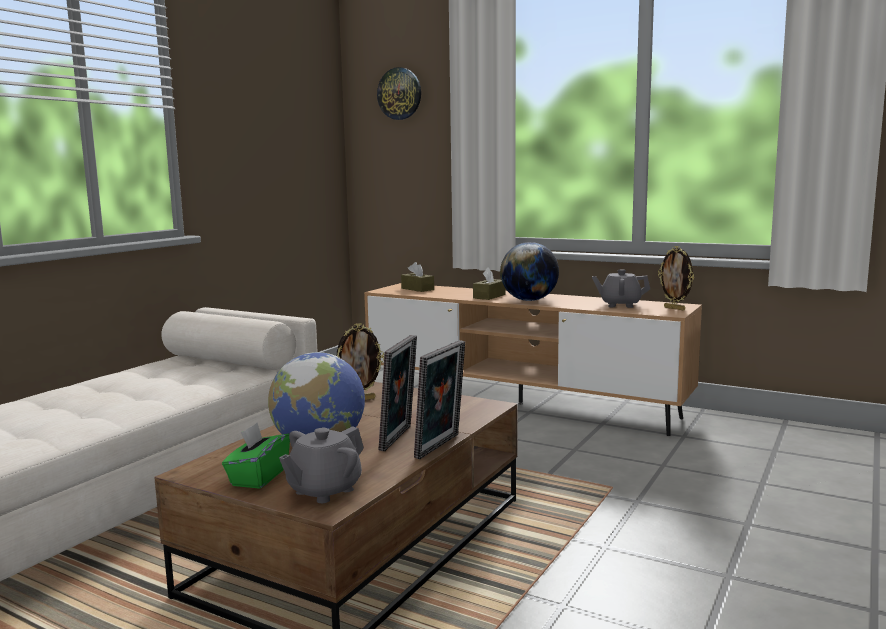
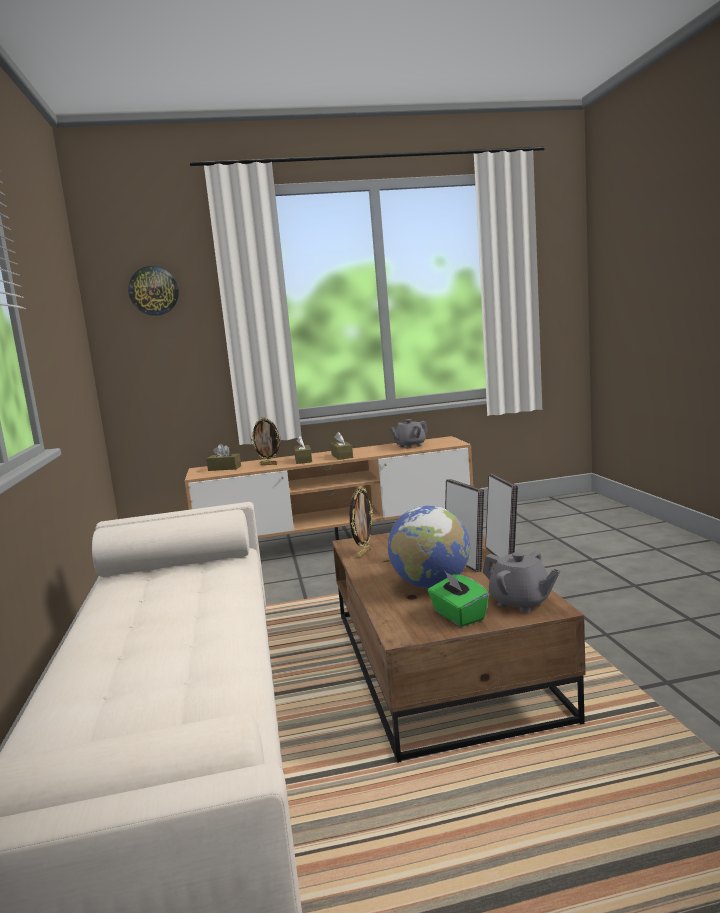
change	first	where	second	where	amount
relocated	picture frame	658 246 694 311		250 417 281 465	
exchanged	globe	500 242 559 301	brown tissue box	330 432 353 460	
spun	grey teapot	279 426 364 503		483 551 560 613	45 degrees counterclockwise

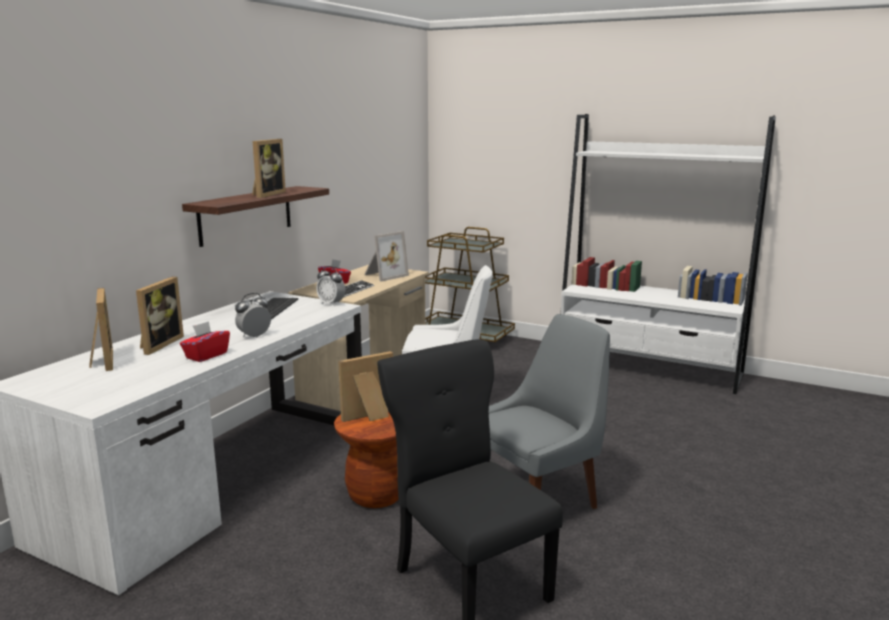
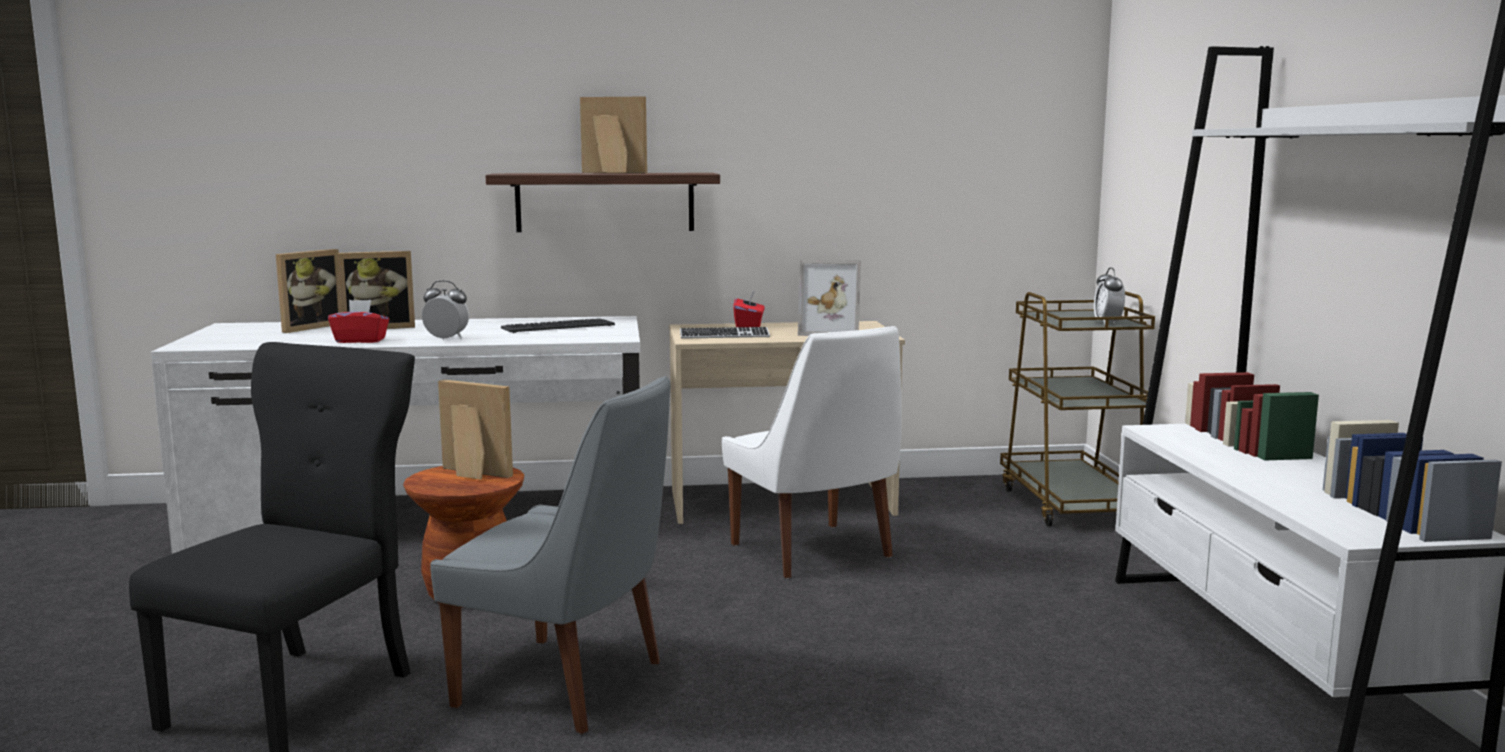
change	first	where	second	where	amount
relocated	alarm clock	316 266 345 306		1094 267 1125 325	
spun	picture frame	252 139 286 198		580 97 647 173	150 degrees counterclockwise

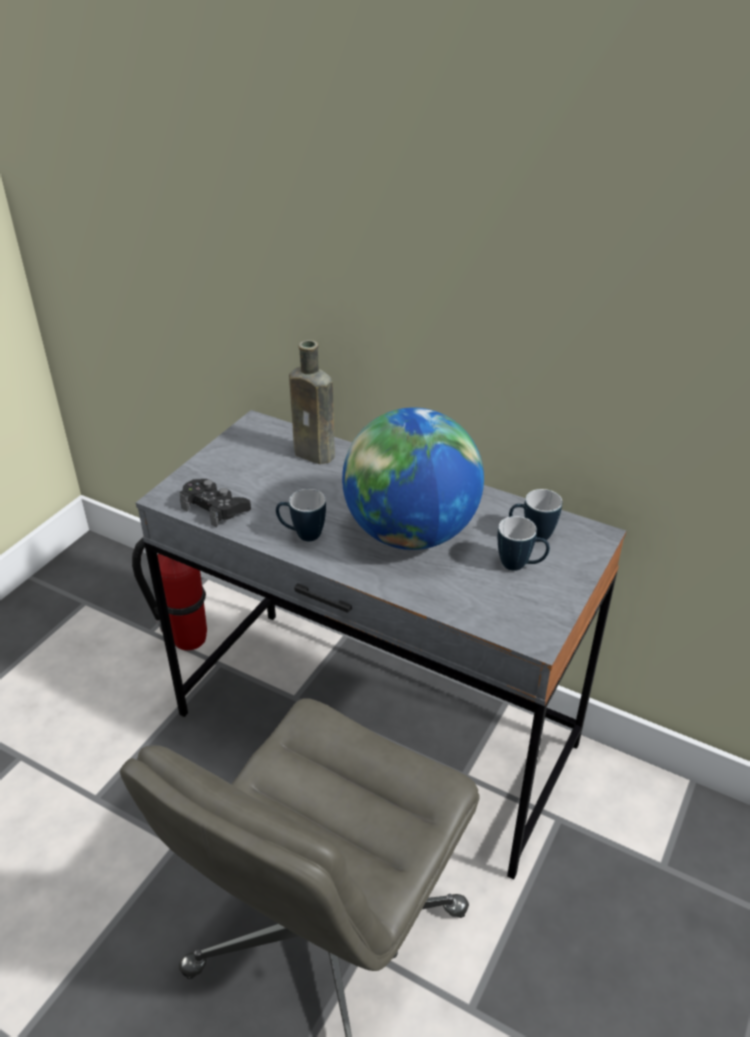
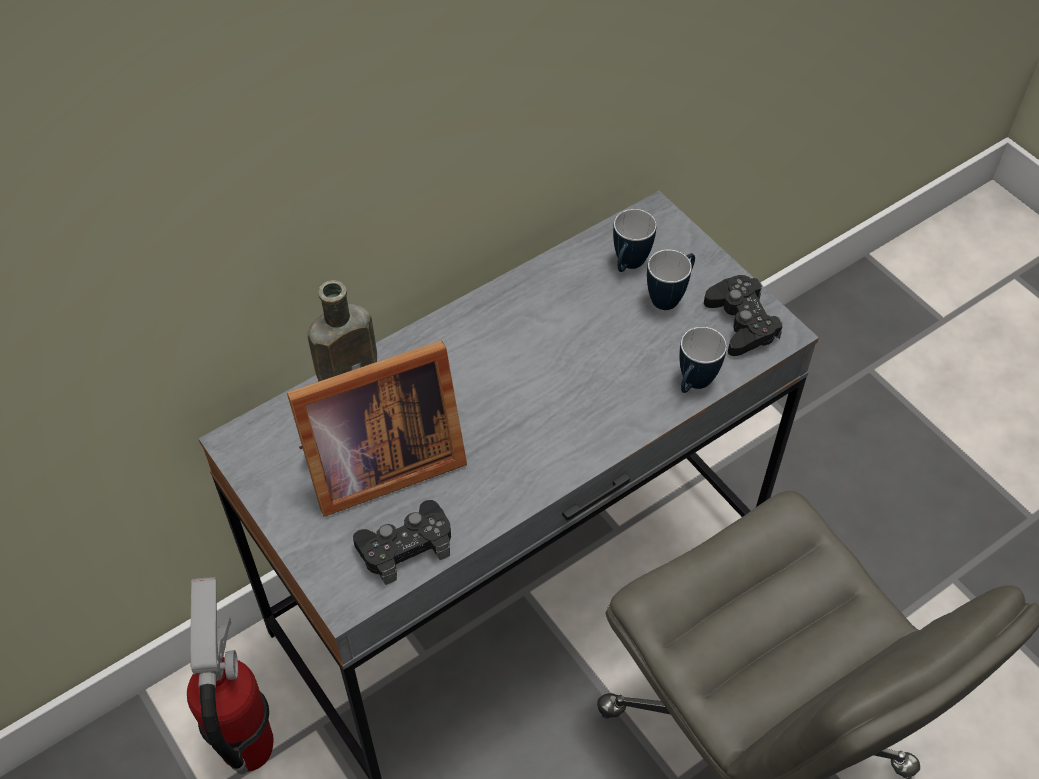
change	first	where	second	where	amount
missing	globe	342 407 484 550			
appeared			picture frame	287 340 467 517	
appeared			black game controller	704 275 783 356	
relocated	mug	276 489 326 541		679 327 727 393	

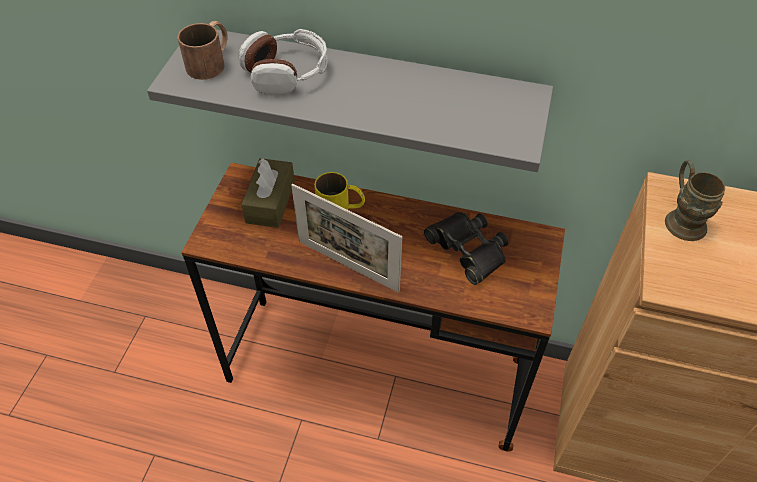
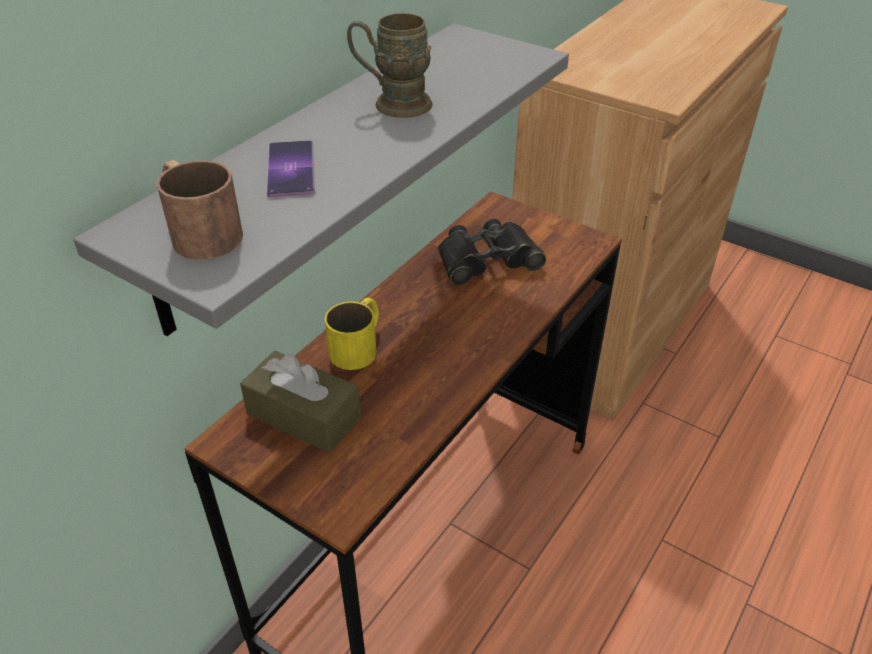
change	first	where	second	where	amount
missing	picture frame	291 184 402 293			
relocated	brown mug	665 160 725 241		347 13 433 118	
exchanged	headphones	239 29 328 95	phone	267 140 315 198	

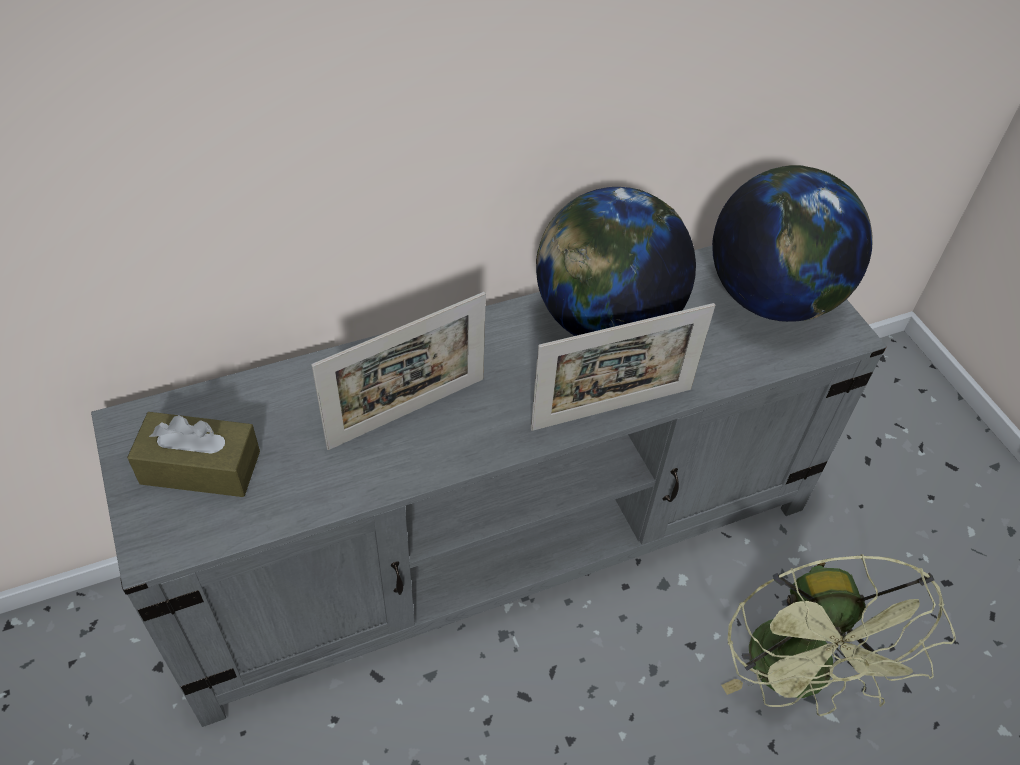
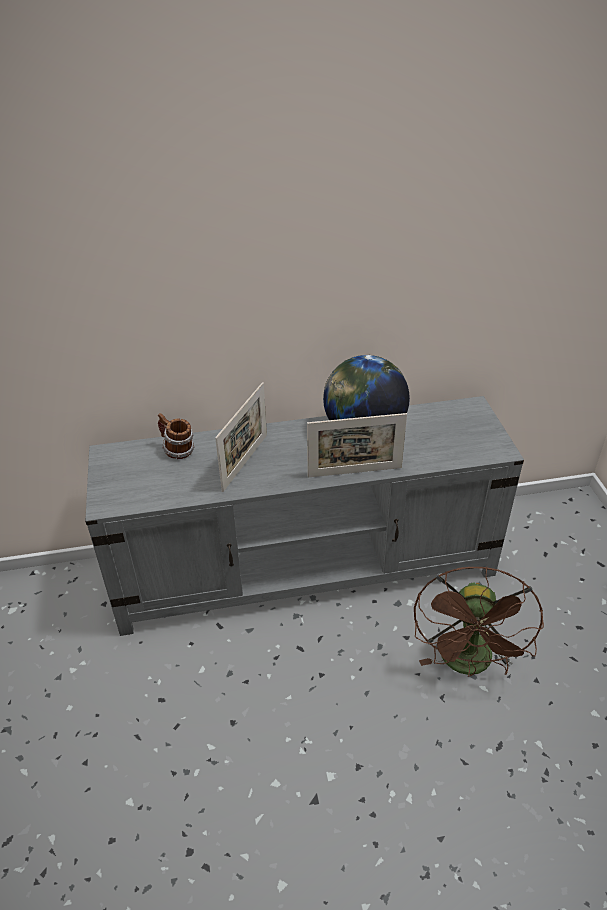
change	first	where	second	where	amount
missing	brown tissue box	127 412 260 497			
missing	globe	712 165 873 322			
appeared			mug	158 413 195 459	
colour	green fan	721 554 956 716	brown fan	414 567 544 677	
spun	picture frame	312 292 486 450		215 382 267 492	45 degrees counterclockwise

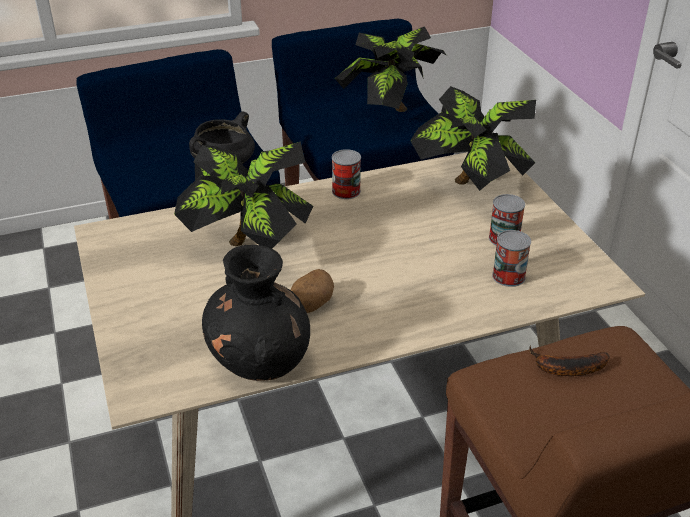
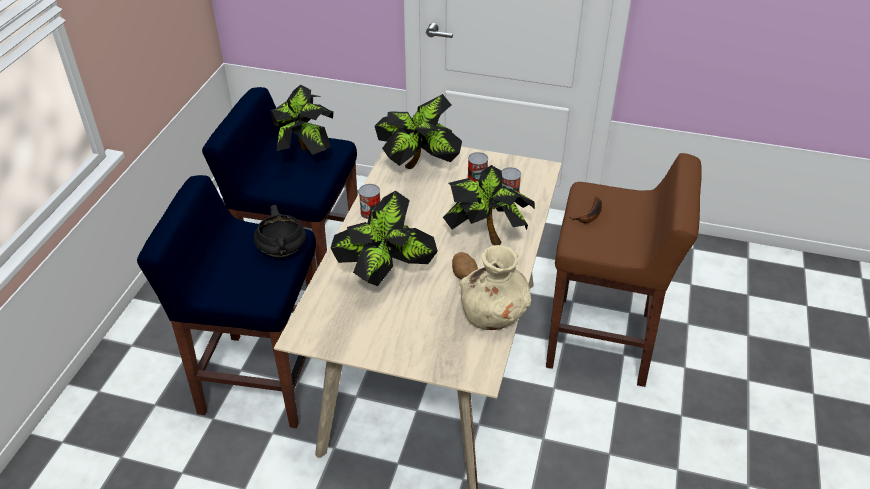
change	first	where	second	where	amount
appeared			potted plant	443 165 535 245	
colour	black vase	202 245 310 381	beige vase	459 245 531 330	

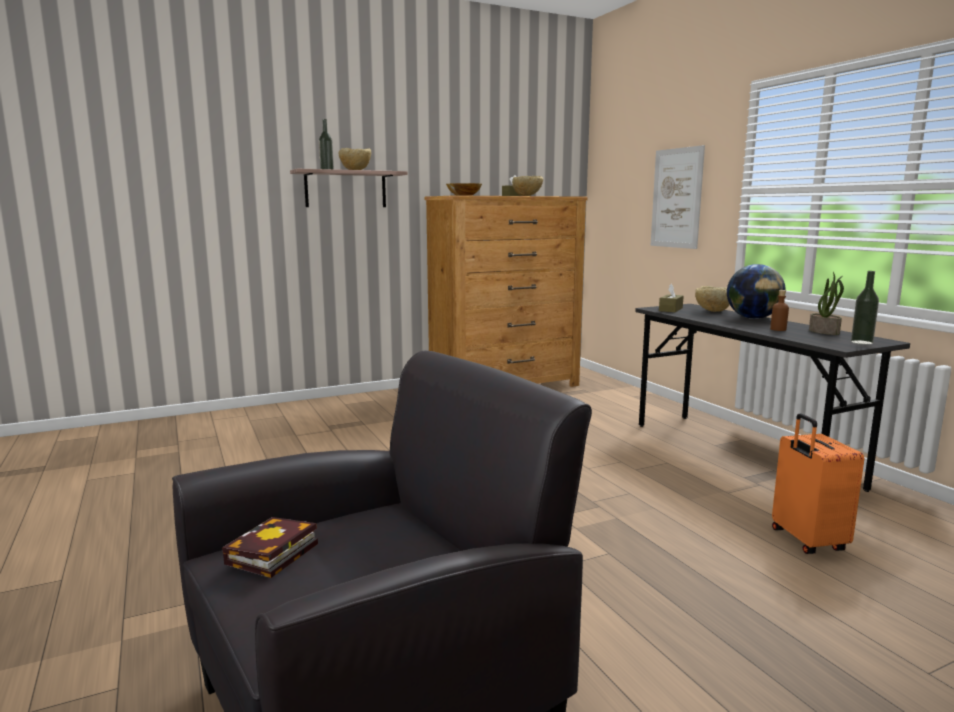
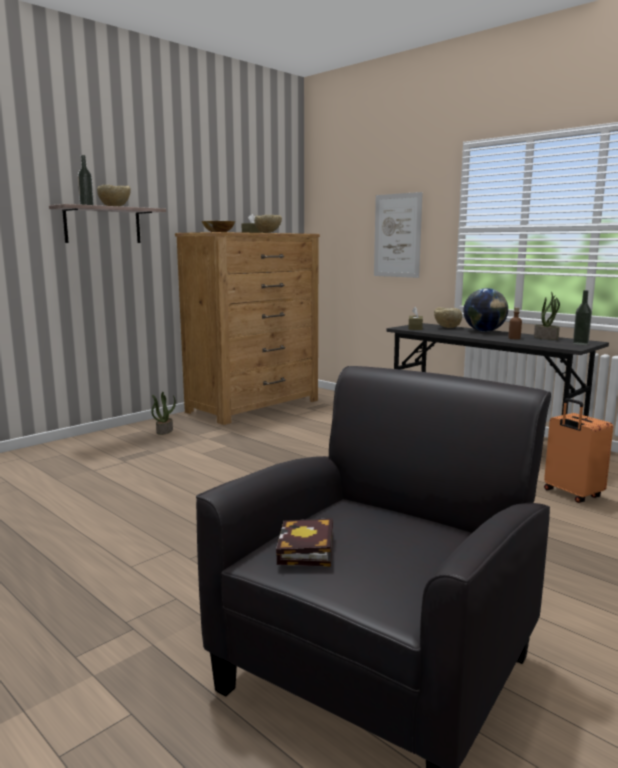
change	first	where	second	where	amount
appeared			potted plant	151 392 176 435	

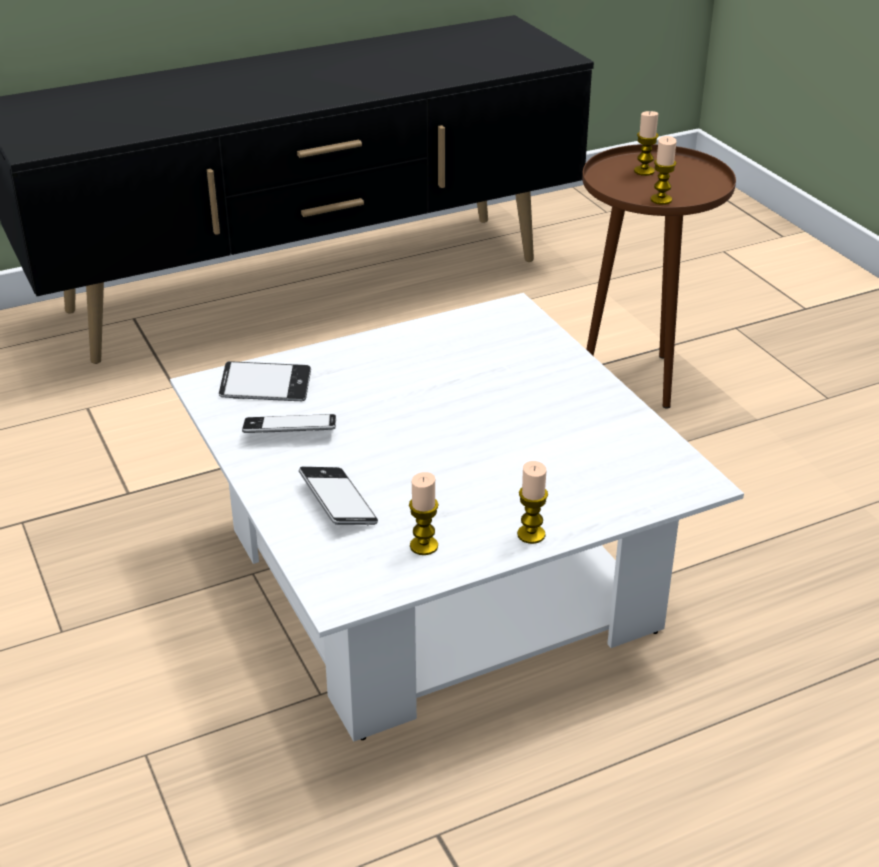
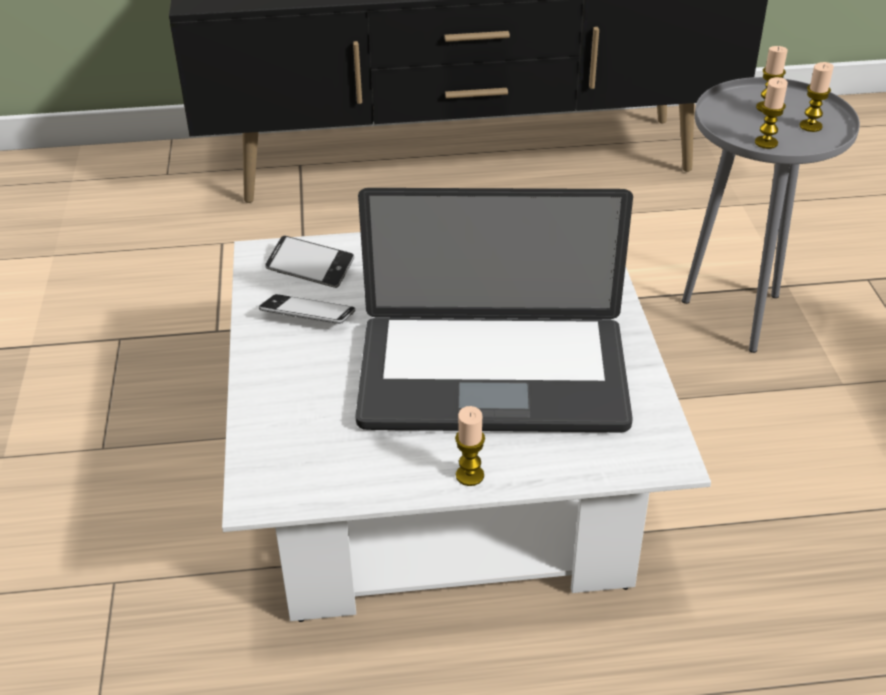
change	first	where	second	where	amount
missing	phone	299 467 378 525			
appeared			laptop	355 188 633 432	
relocated	candle	409 472 439 555		800 62 834 132	
colour	brown side table	582 144 736 409	grey side table	682 77 860 353	

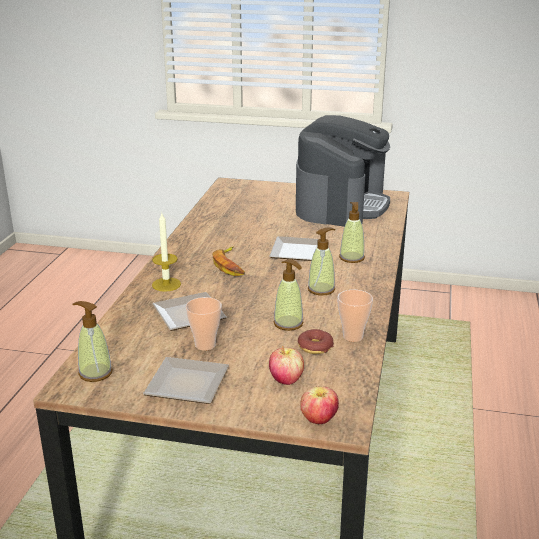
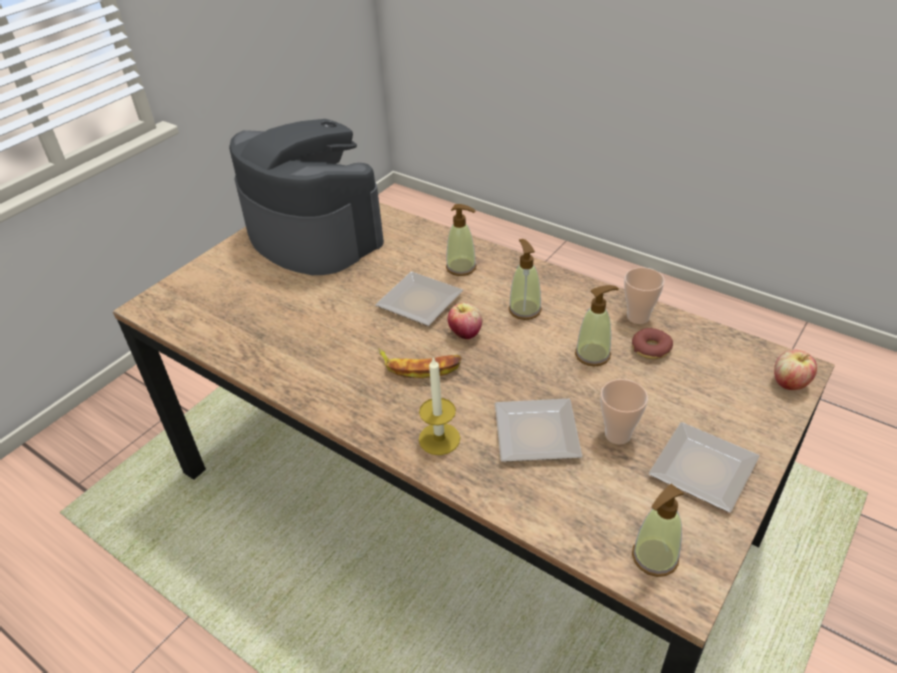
change	first	where	second	where	amount
relocated	apple	269 346 304 385		448 303 482 340	

